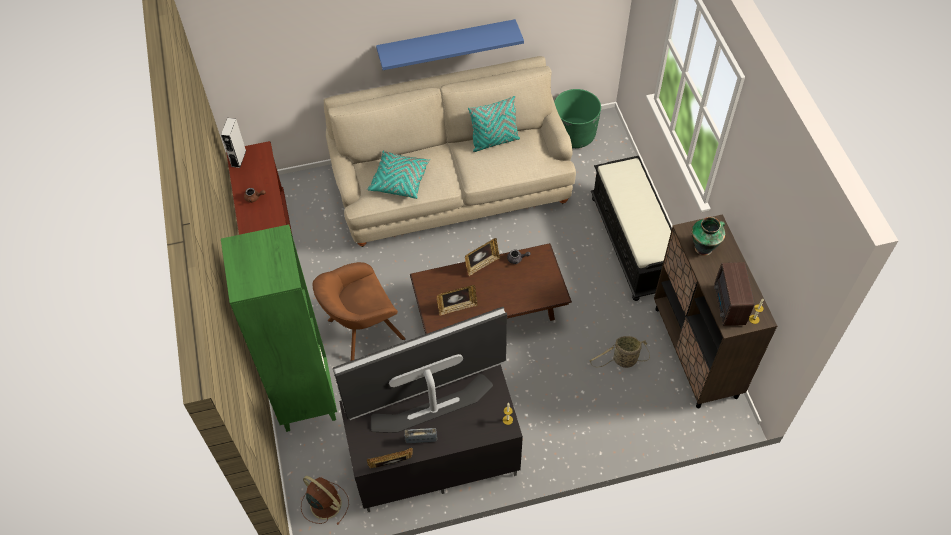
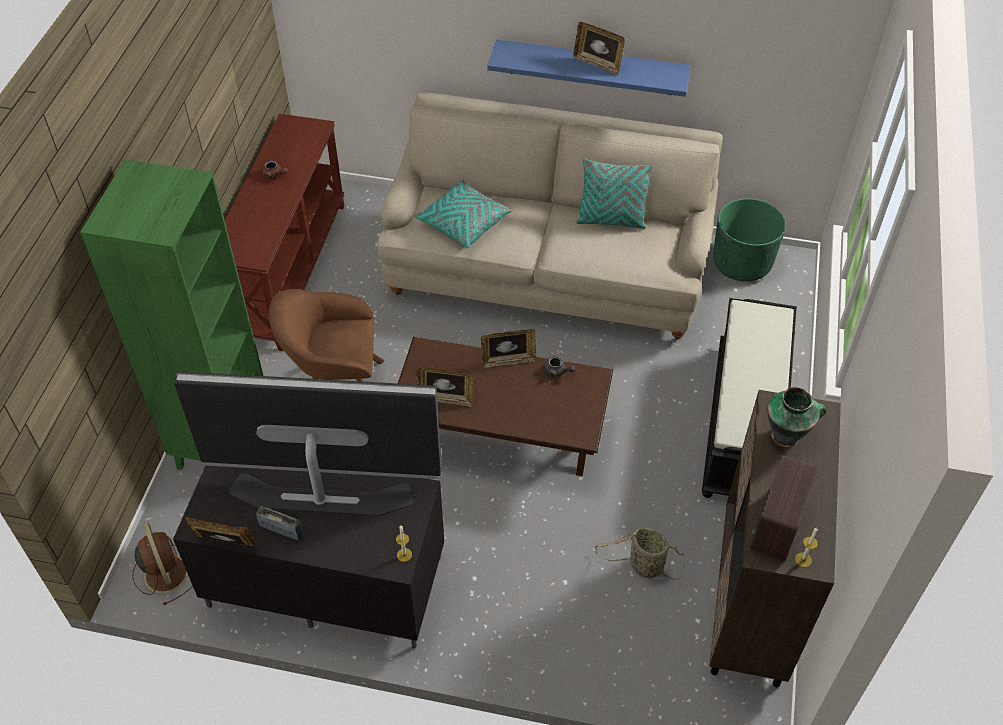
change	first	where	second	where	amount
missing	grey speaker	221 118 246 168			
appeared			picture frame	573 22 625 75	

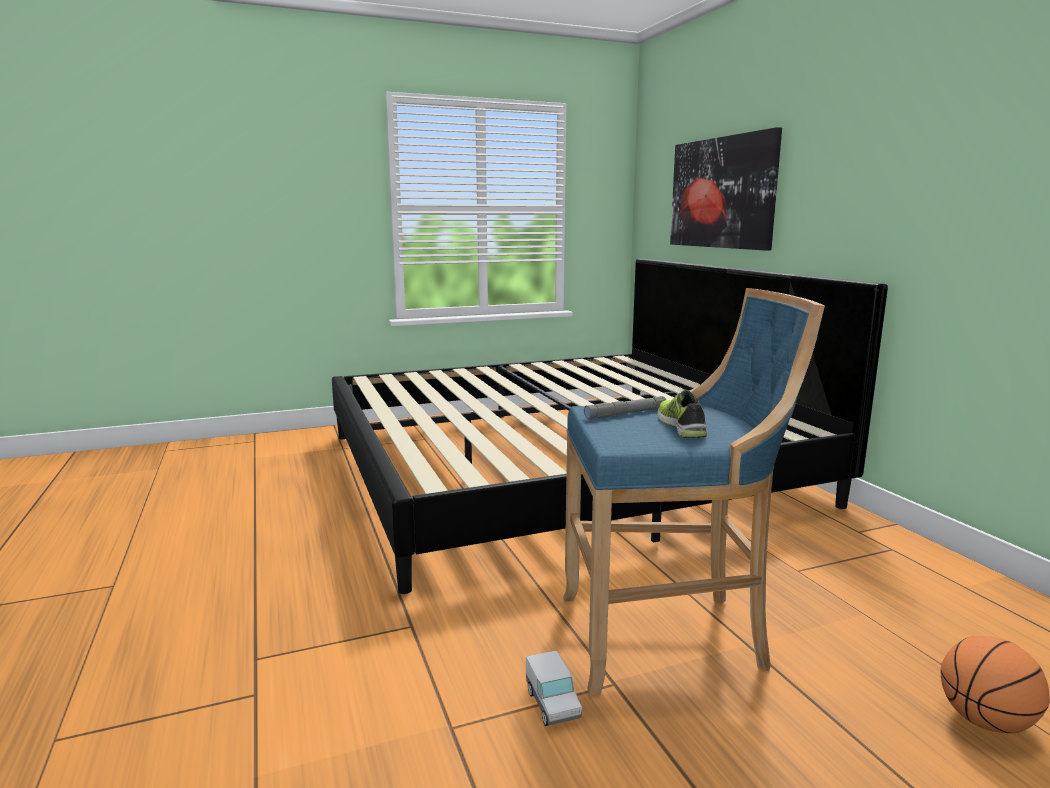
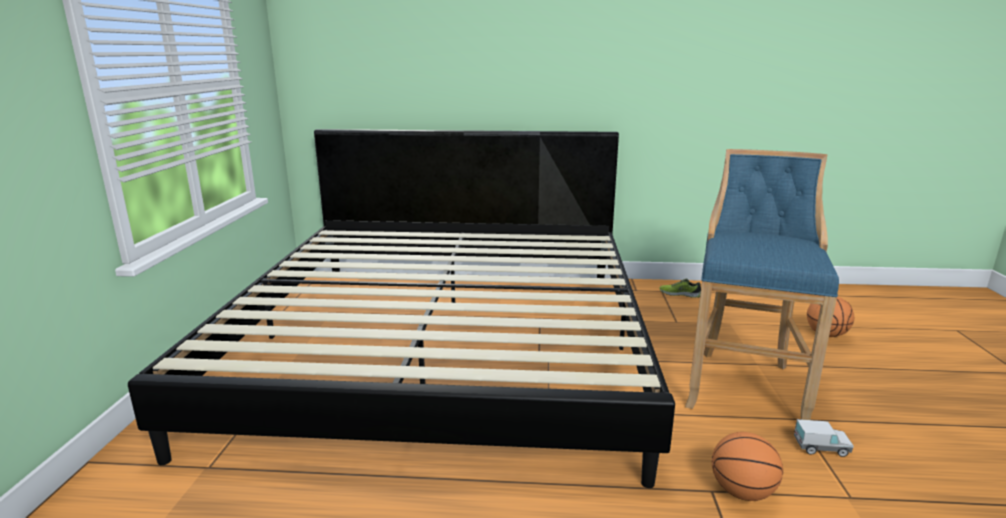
change	first	where	second	where	amount
missing	grey flashlight	584 396 666 419			
missing	picture	670 127 782 251			
appeared			basketball	712 432 783 501	
relocated	shoe	657 390 707 438		660 278 701 298	

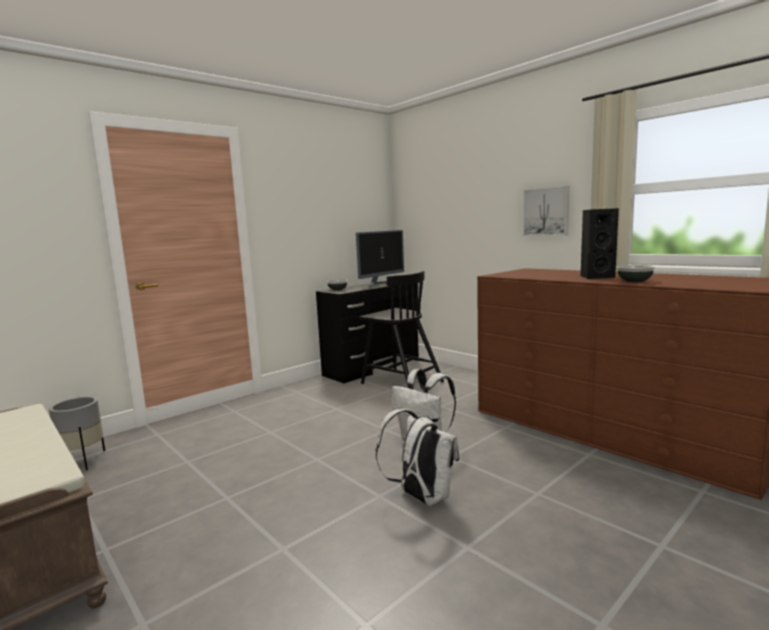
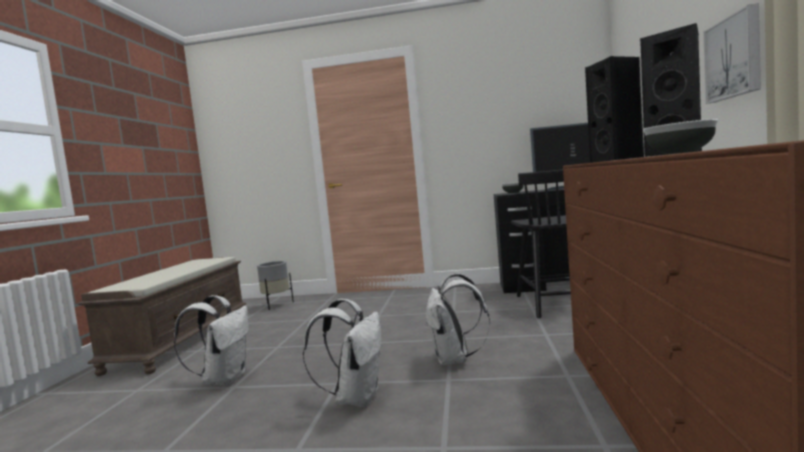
change	first	where	second	where	amount
appeared			white backpack	174 295 249 386	
appeared			black speaker	585 56 644 162	

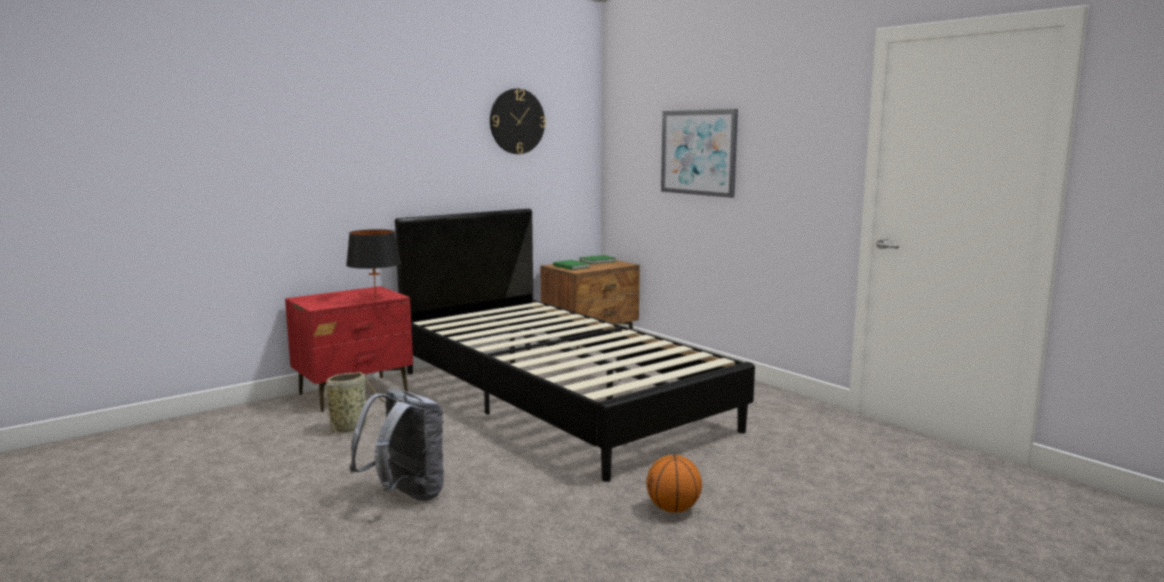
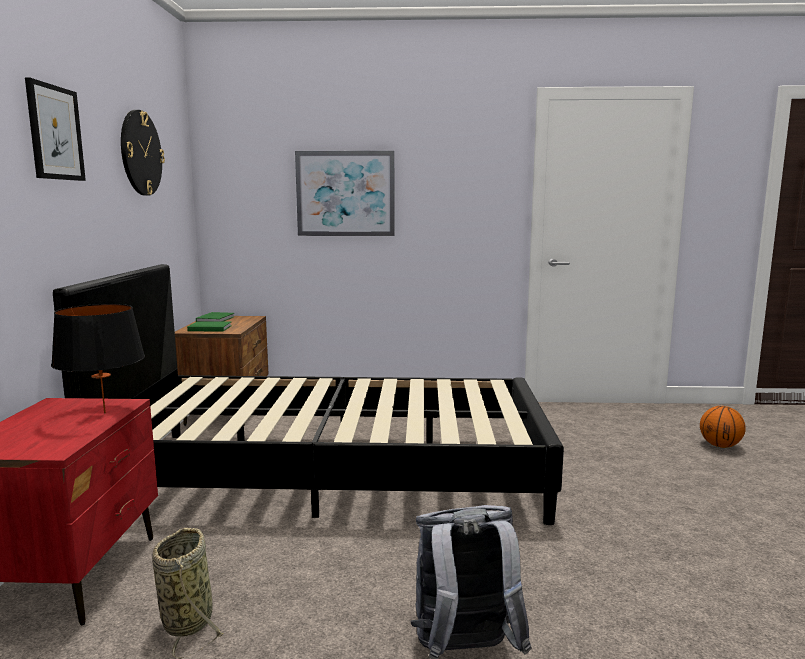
change	first	where	second	where	amount
appeared			picture	25 77 86 181	
relocated	basketball	646 455 702 513		700 406 746 448	

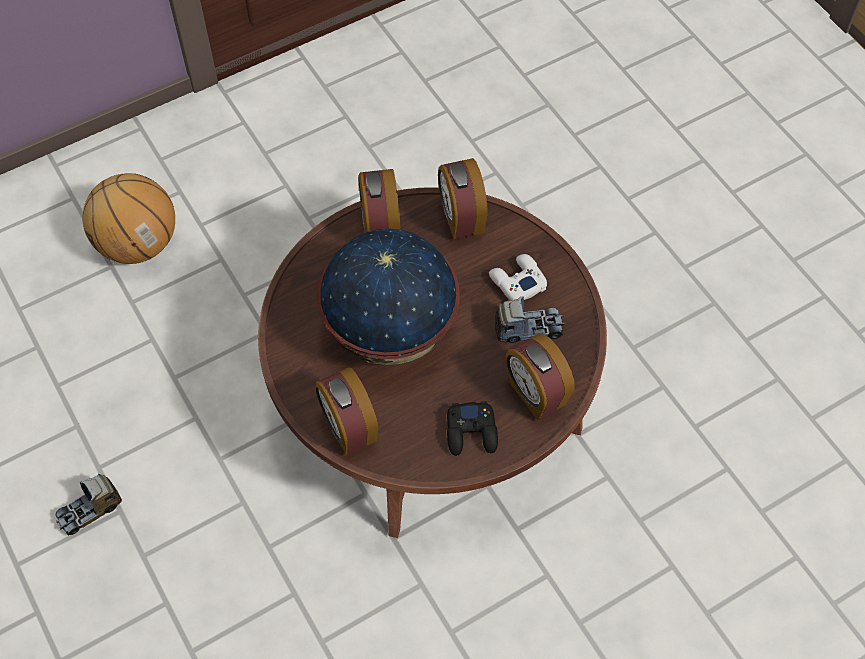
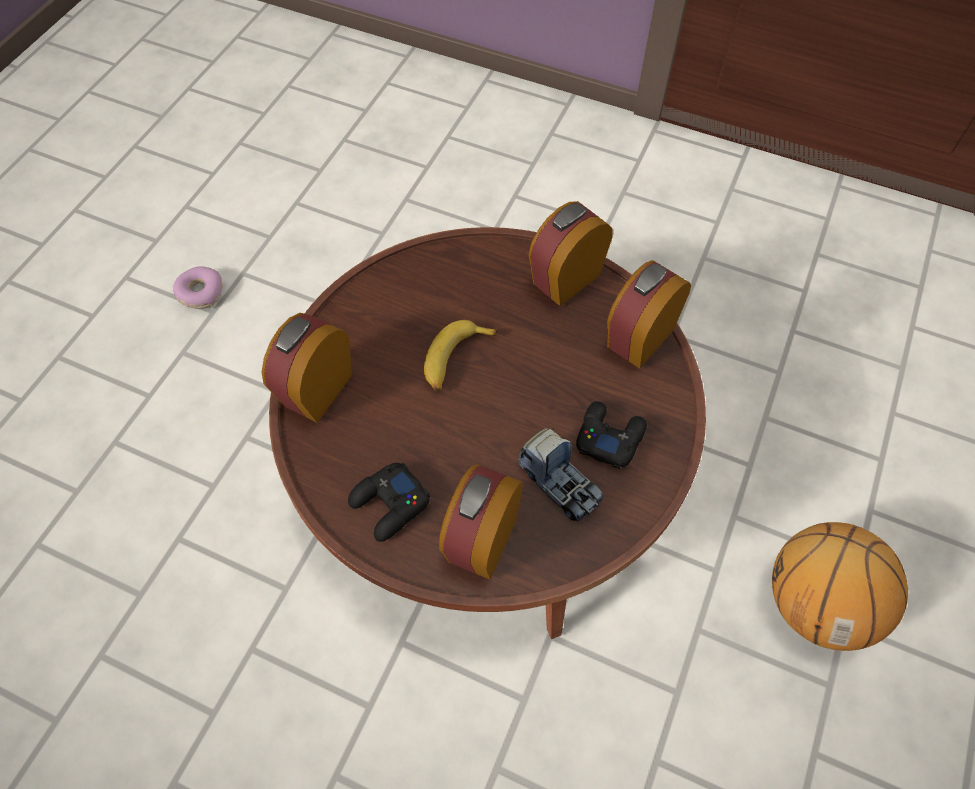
change	first	where	second	where	amount
relocated	basketball	82 173 175 264		772 522 908 651	
exchanged	toy truck	55 474 122 536	donut	173 266 222 309	
exchanged	globe	317 229 460 365	banana	424 320 498 391	
colour	white game controller	489 254 547 300	black game controller	576 401 647 469	

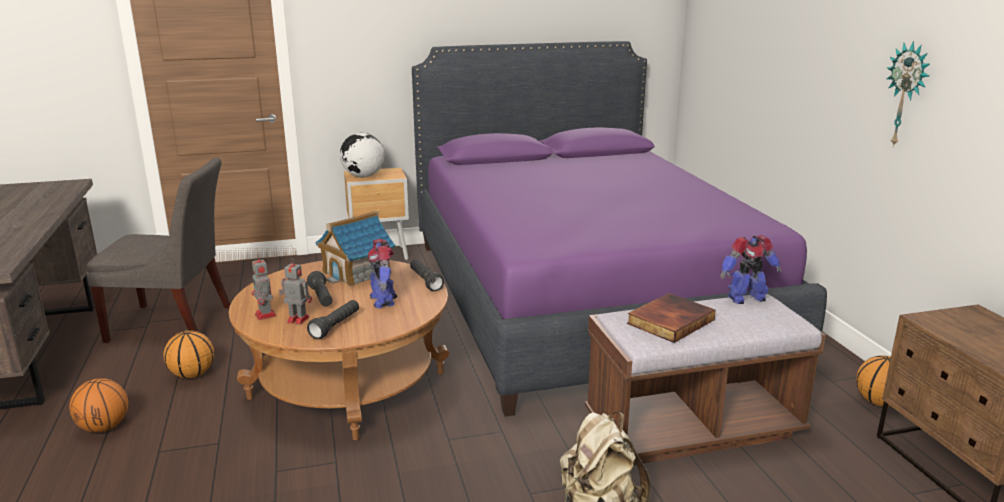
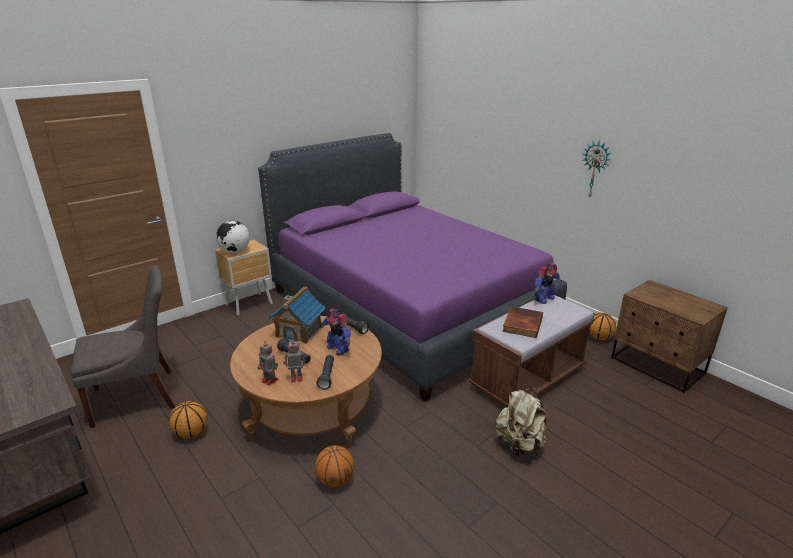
change	first	where	second	where	amount
relocated	basketball	69 378 128 432		315 445 354 487	

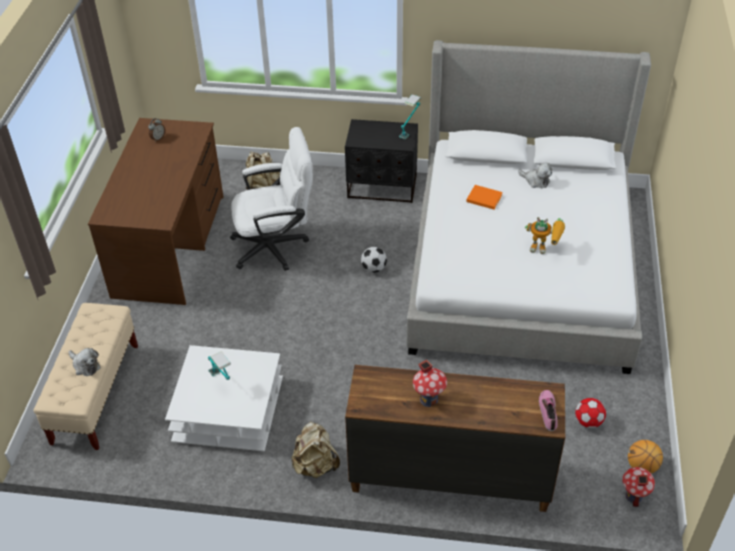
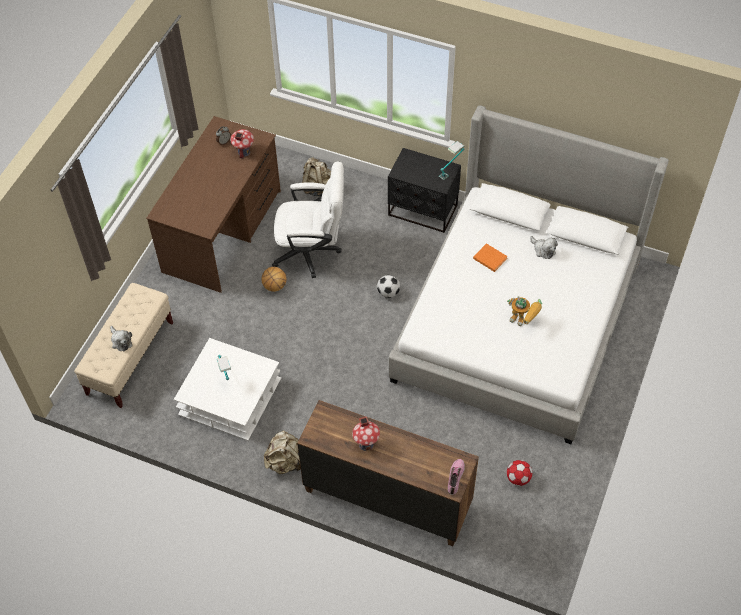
change	first	where	second	where	amount
relocated	toy house	622 467 655 507		230 129 254 159	
relocated	basketball	628 440 663 473		261 267 286 292	

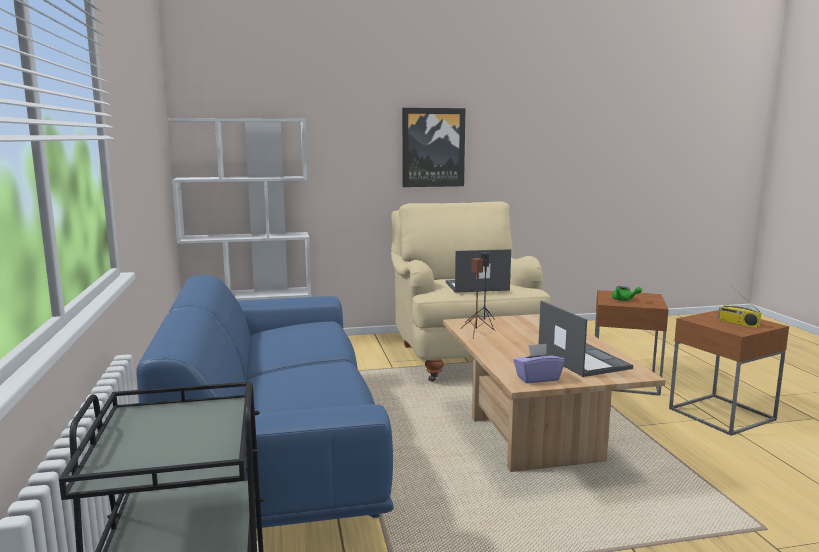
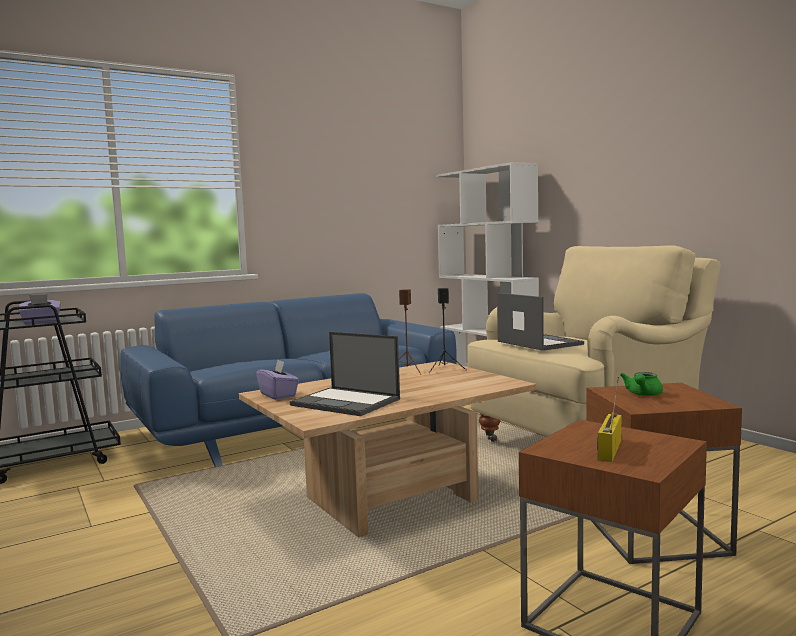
change	first	where	second	where	amount
missing	picture	402 108 465 187			
appeared			purple tissue box	19 294 61 324	
spun	laptop	539 301 633 377		290 332 400 416	75 degrees clockwise

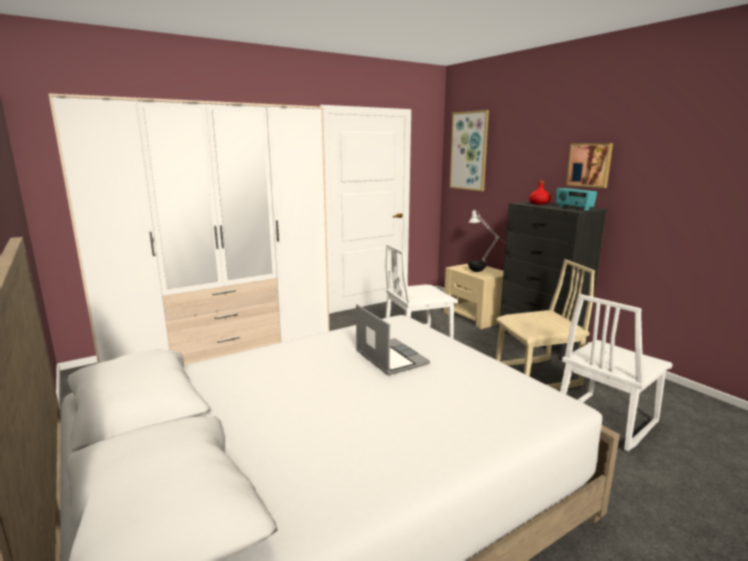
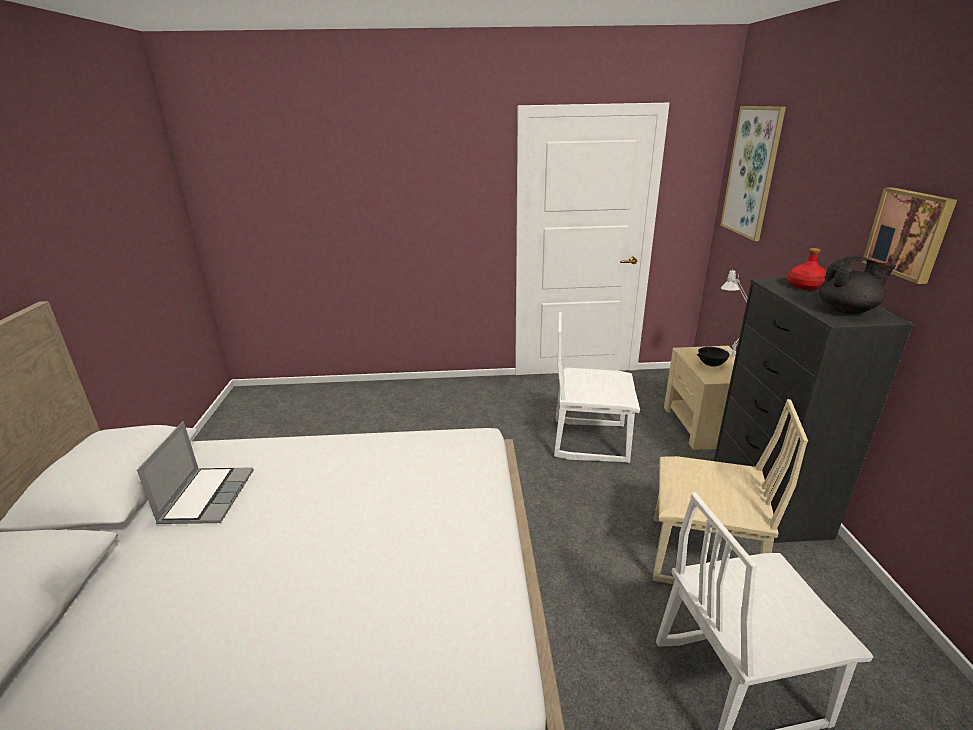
change	first	where	second	where	amount
missing	wardrobe	48 93 329 365			
relocated	laptop	356 304 430 375		137 421 254 524	
exchanged	radio	556 188 597 210	black teapot	818 256 896 314	

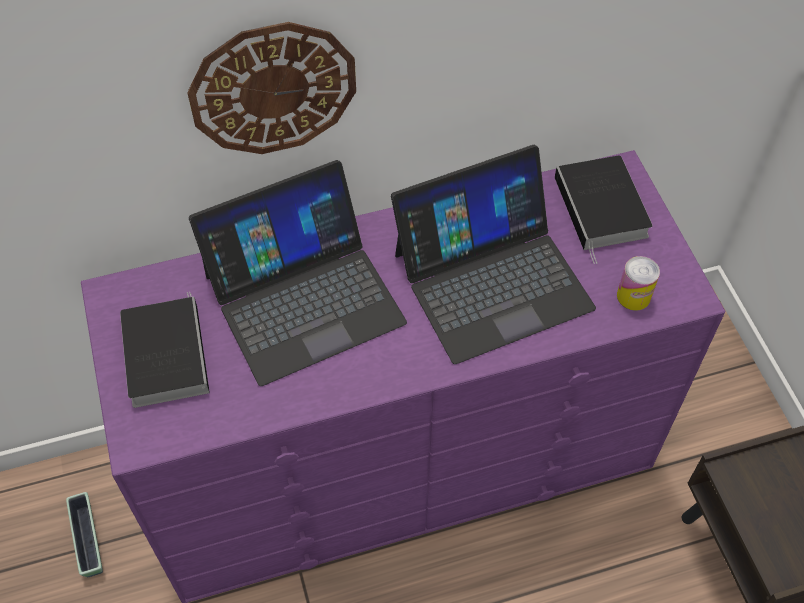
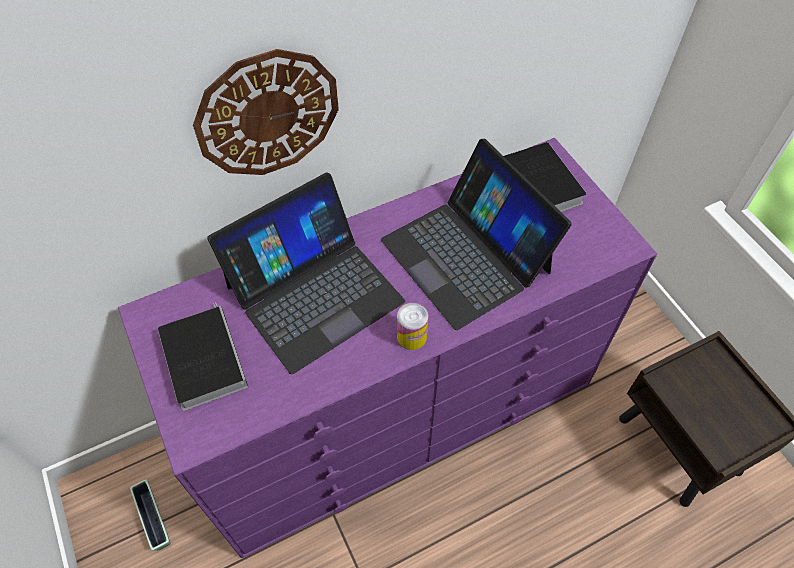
change	first	where	second	where	amount
relocated	can	617 256 660 311		397 303 428 350	
spun	laptop	391 145 596 364		381 139 572 330	90 degrees clockwise

